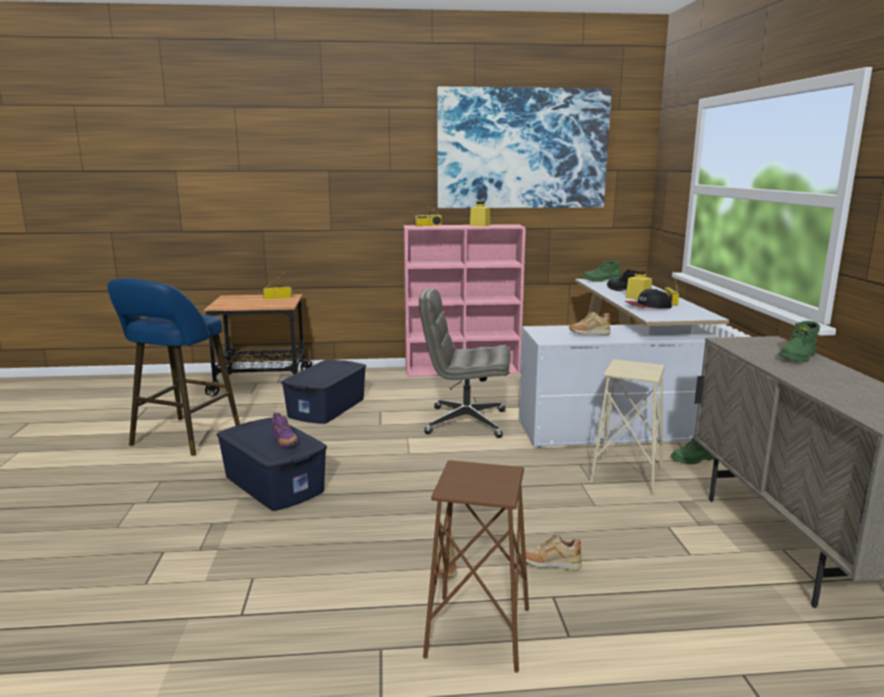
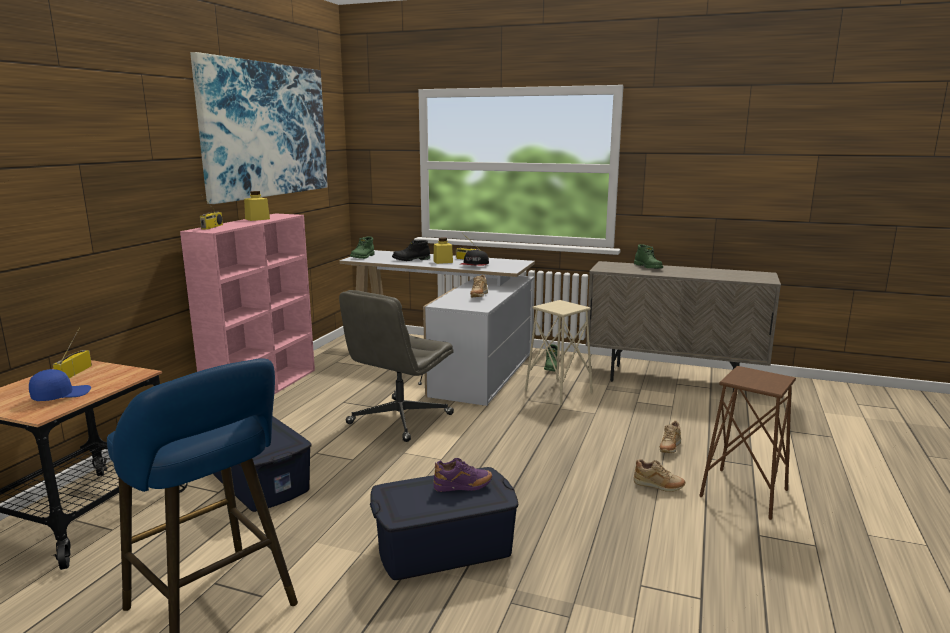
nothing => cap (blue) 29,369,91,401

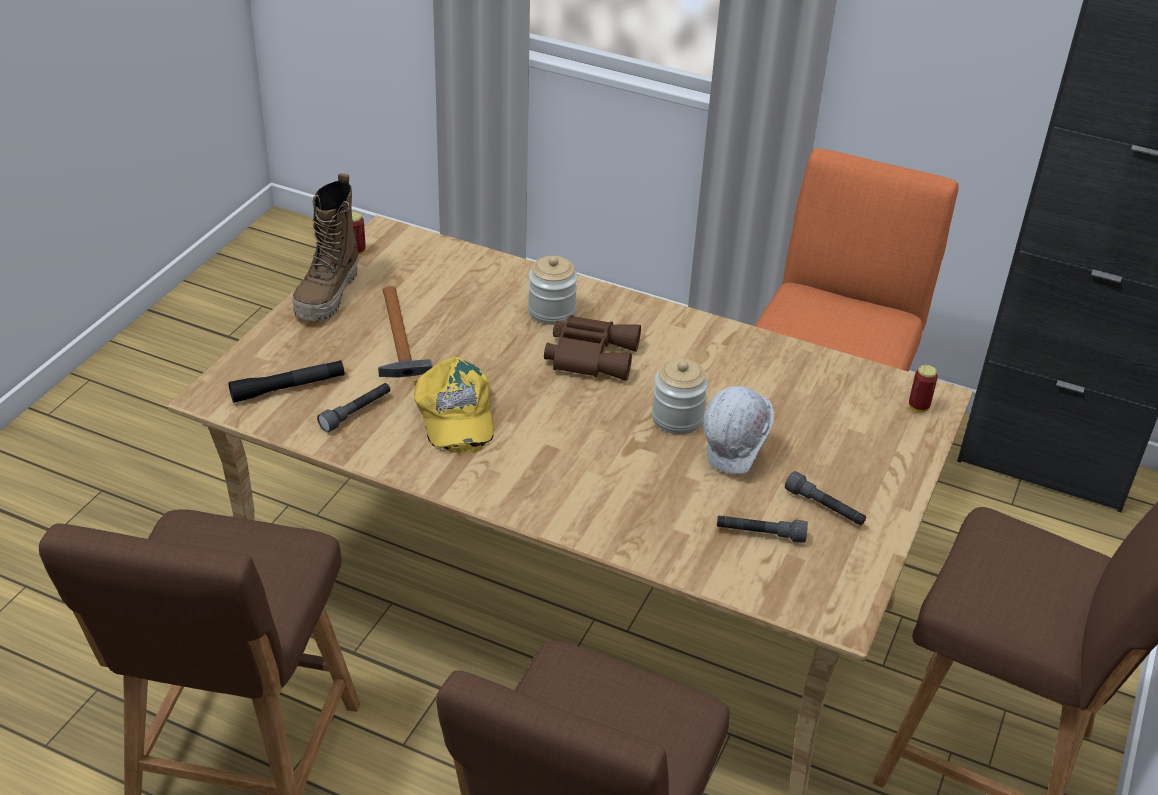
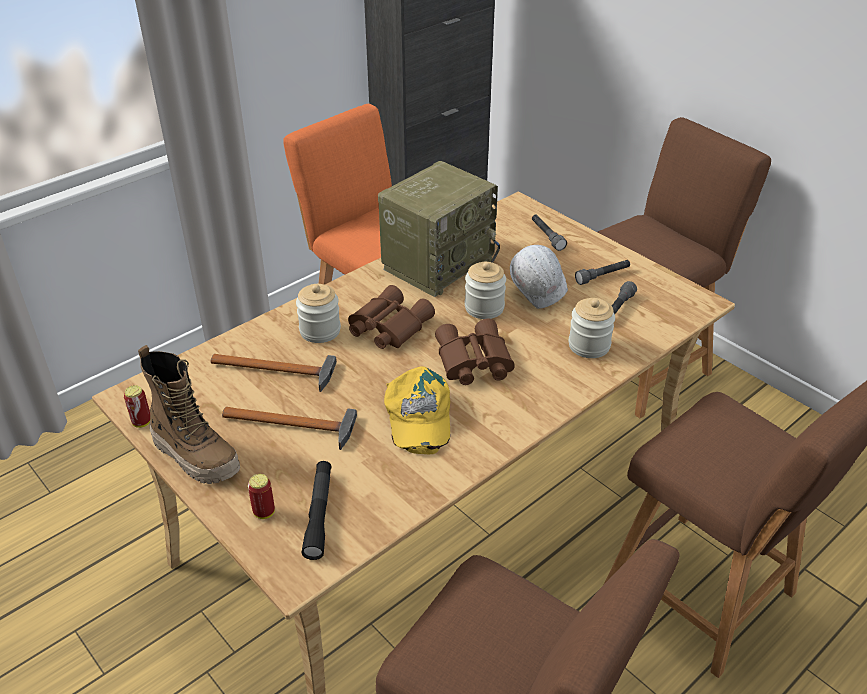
cap (yellow) 413,357,494,453 => cap (yellow) 384,366,450,455, 75 degrees clockwise
can 909,365,938,412 => can 248,474,275,519, moved
flashlight (grey) 317,383,390,432 => flashlight (grey) 532,215,567,251, moved
nothing => radio 378,161,500,297
nothing => jar 568,298,615,358
nothing => binoculars (brown) 435,319,515,385
nothing => hammer 210,354,337,392

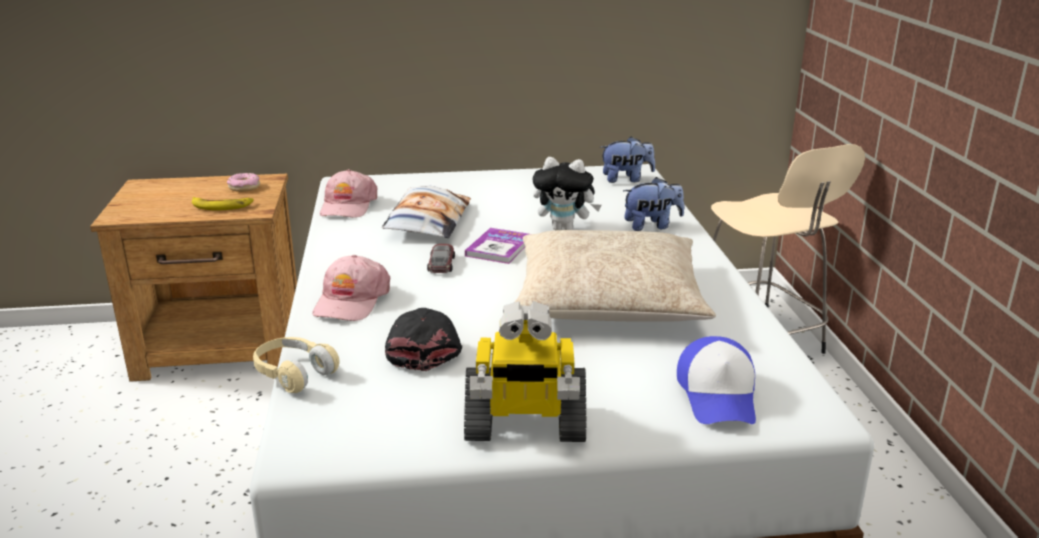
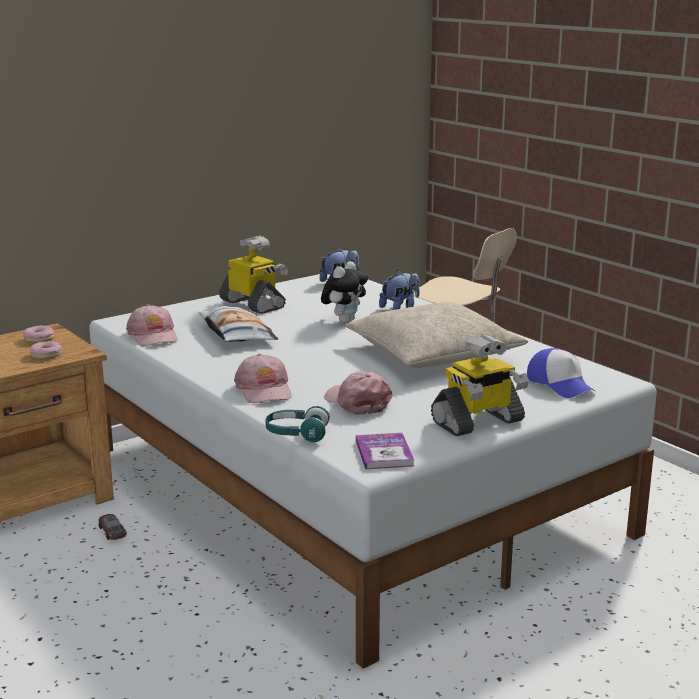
plush toy 533,157,601,230 => plush toy 321,261,368,323, 45 degrees counterclockwise
banana 192,197,254,210 => donut 30,341,62,359
book 465,228,528,264 => book 356,433,414,469, moved
toy car 427,244,455,273 => toy car 99,514,127,540, moved
cap (black) 385,308,462,371 => cap (pink) 324,371,392,415
headphones (beige) 253,337,340,393 => headphones (turquoise) 265,406,330,442
nothing => toy robot 219,235,288,314

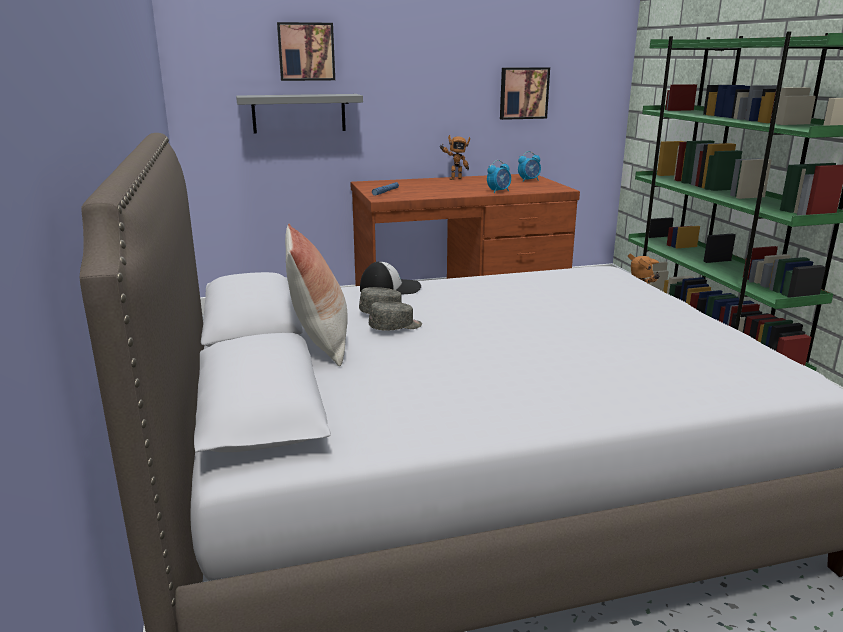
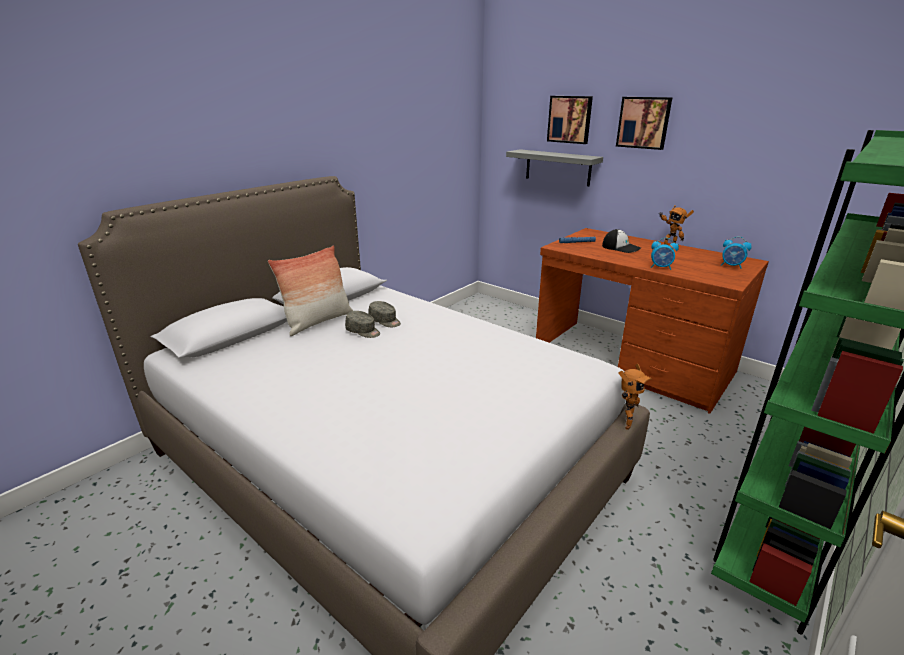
picture 500,67,550,120 => picture 616,97,672,150, moved
cap 360,262,421,294 => cap 602,229,641,253, moved

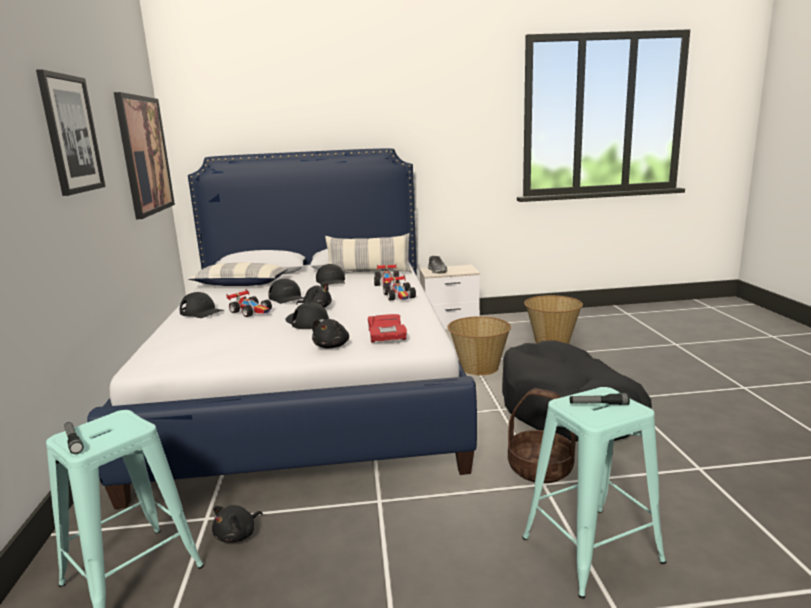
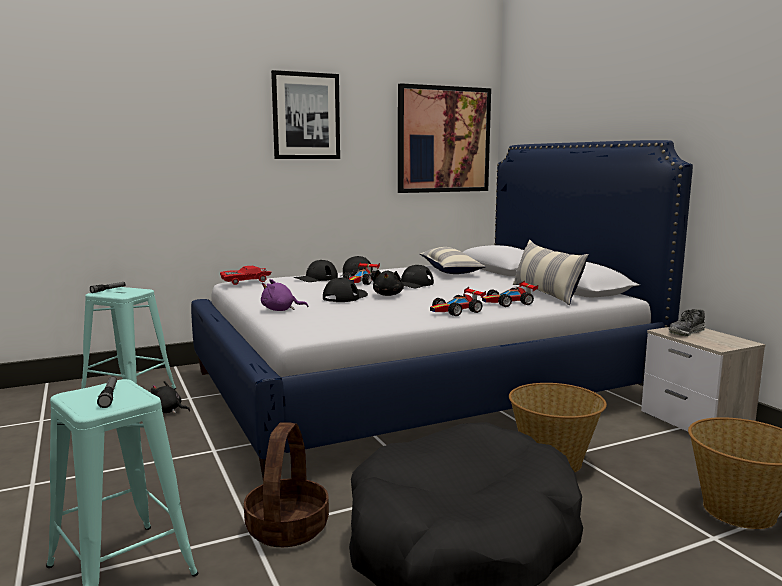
cap (black) 316,264,345,286 => cap (black) 294,260,338,282, moved
toy car (red) 368,314,407,343 => toy car (red) 220,266,272,285, moved
plush toy (black) 312,319,349,348 => plush toy (purple) 261,279,308,311

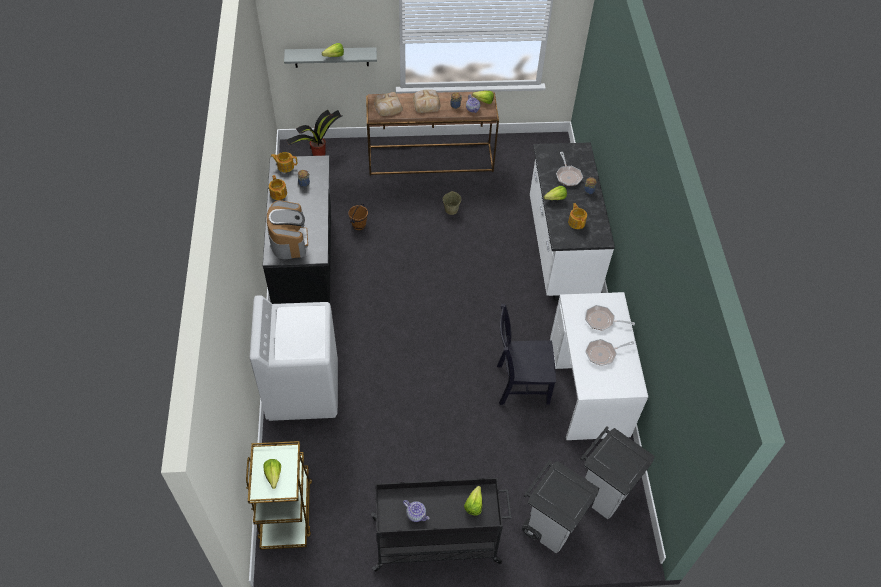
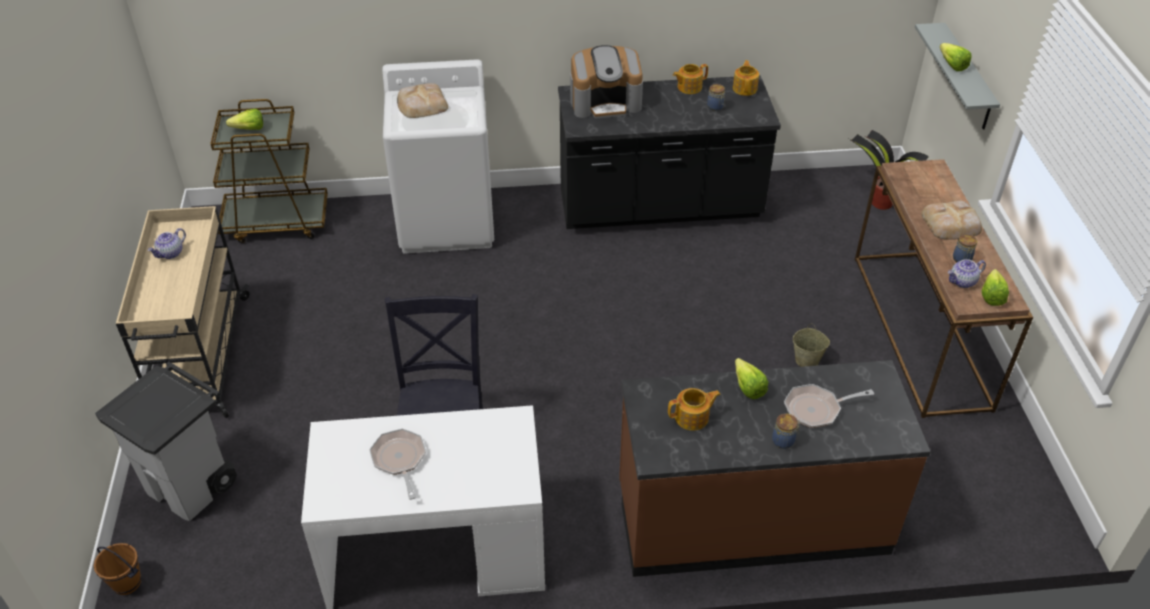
bread 374,92,403,116 => bread 397,83,448,118, moved
counter (white) 530,143,615,301 => counter (brown) 619,360,931,577
bucket (brown) 348,204,368,230 => bucket (brown) 94,543,141,595, moved
frying pan 585,305,635,331 => nothing
trash can (grey) 580,427,655,519 => nothing
cart (black) 371,478,511,572 => cart (beige) 116,206,249,418
lettuce 464,486,482,516 => nothing

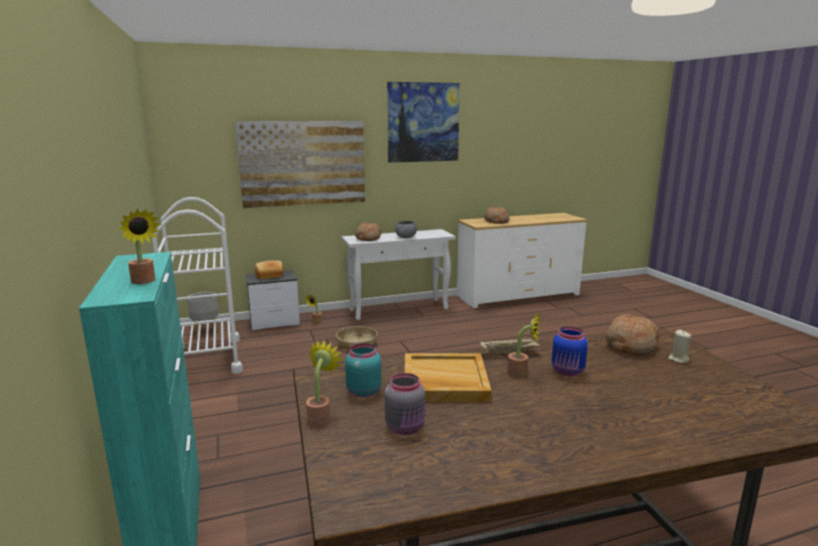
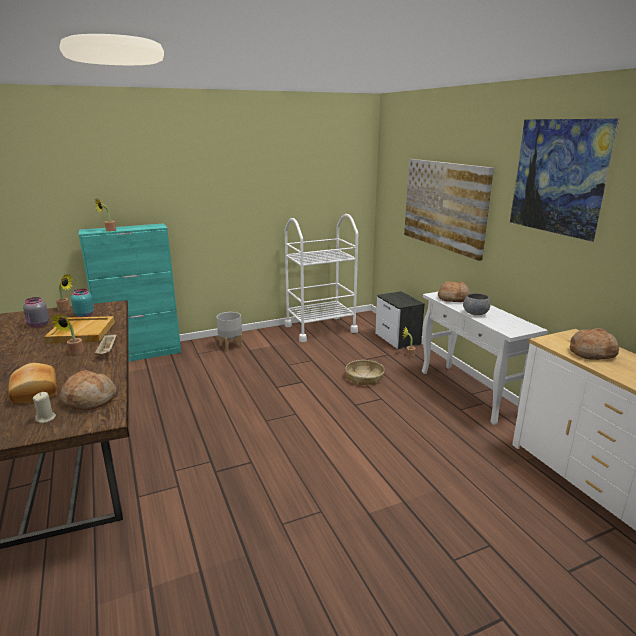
bread 255,260,283,279 => bread 8,363,57,405, moved
planter (grey) 187,292,218,337 => planter (grey) 217,312,243,351, moved
jar (blue) 552,326,588,376 => nothing

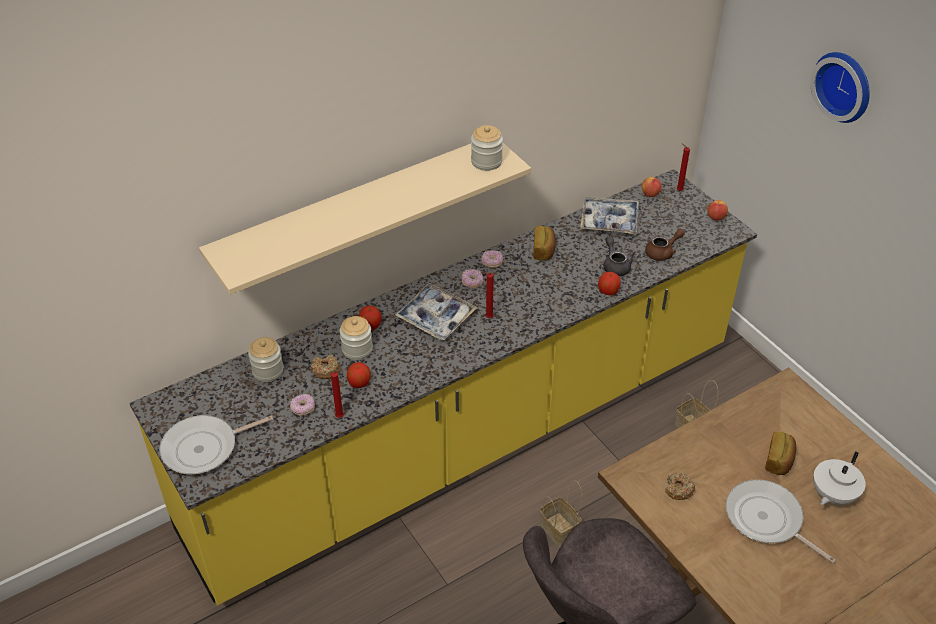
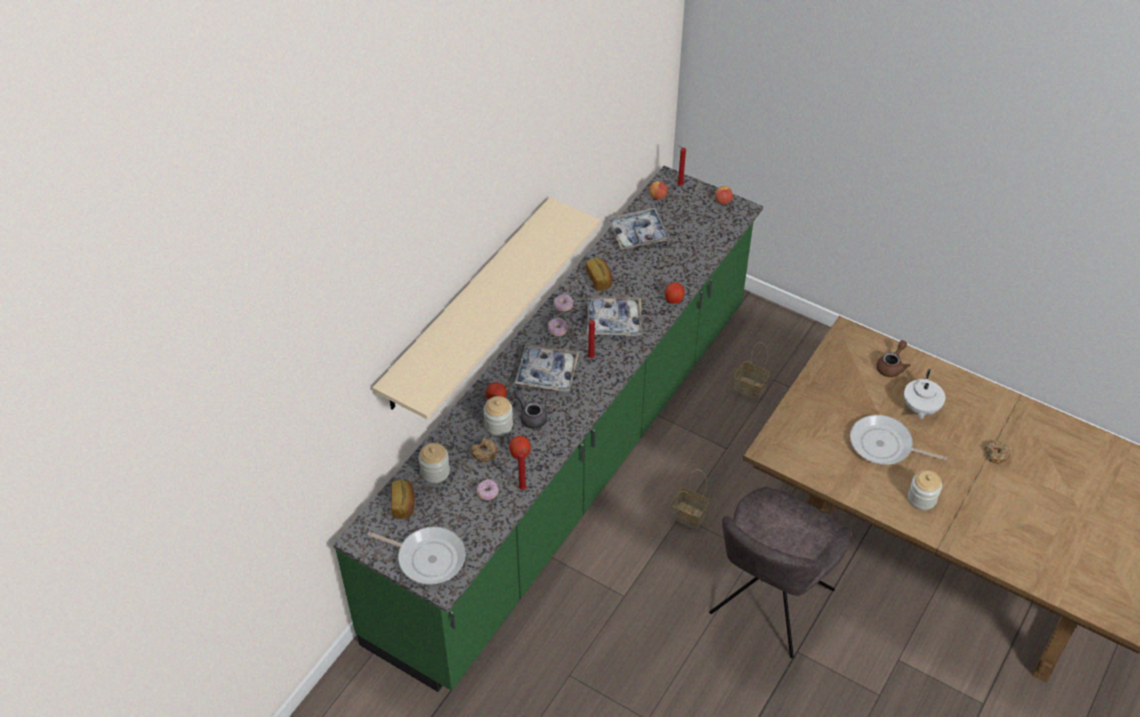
wall clock 810,52,870,123 => nothing
jar 471,125,503,171 => jar 908,470,942,510, moved
counter (yellow) 130,169,757,605 => counter (green) 333,166,763,692
teapot (brown) 645,229,685,261 => teapot (brown) 876,340,910,377, moved
teapot (grey) 603,236,636,276 => teapot (grey) 514,390,548,429, moved
frying pan 160,415,273,474 => frying pan 367,527,466,585, 105 degrees counterclockwise
bread 765,432,796,475 => bread 391,480,415,519, moved
donut 665,473,695,500 => donut 984,441,1011,464, moved
nothing => tray 587,296,642,336

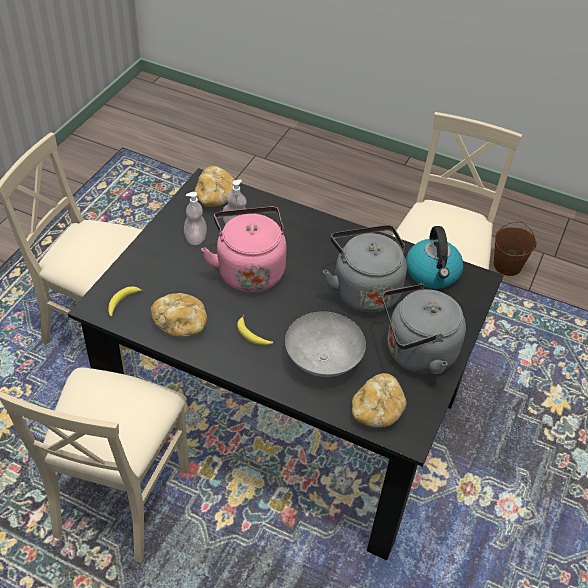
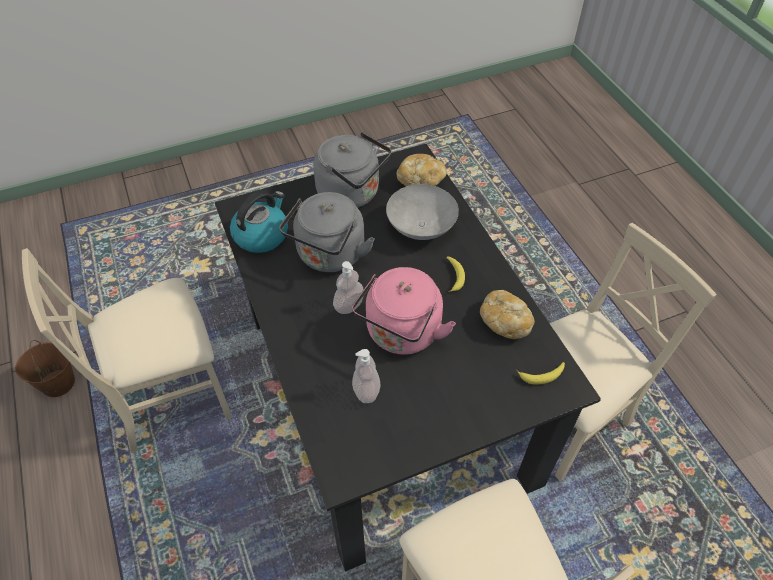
bread 194,166,235,207 => nothing
soap dispenser 184,192,207,245 => soap dispenser 333,261,364,314, moved

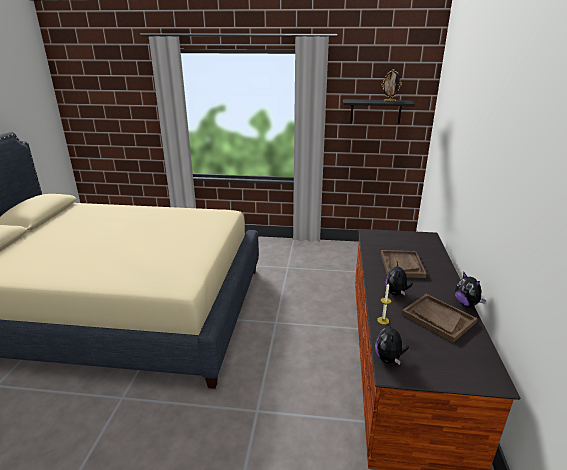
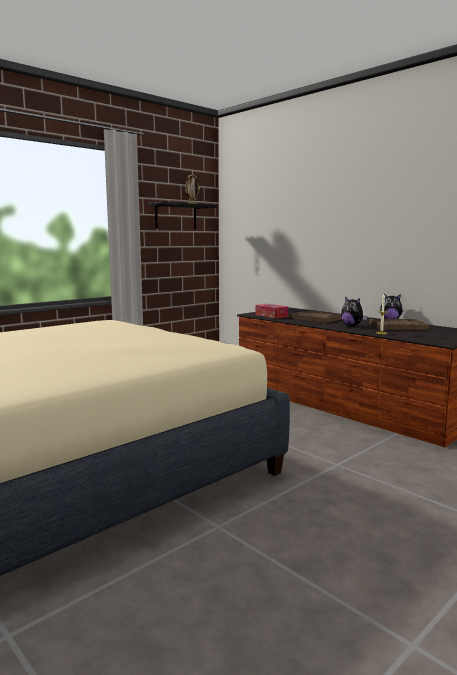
plush toy 375,320,409,365 => nothing
nothing => tissue box 255,304,288,319

